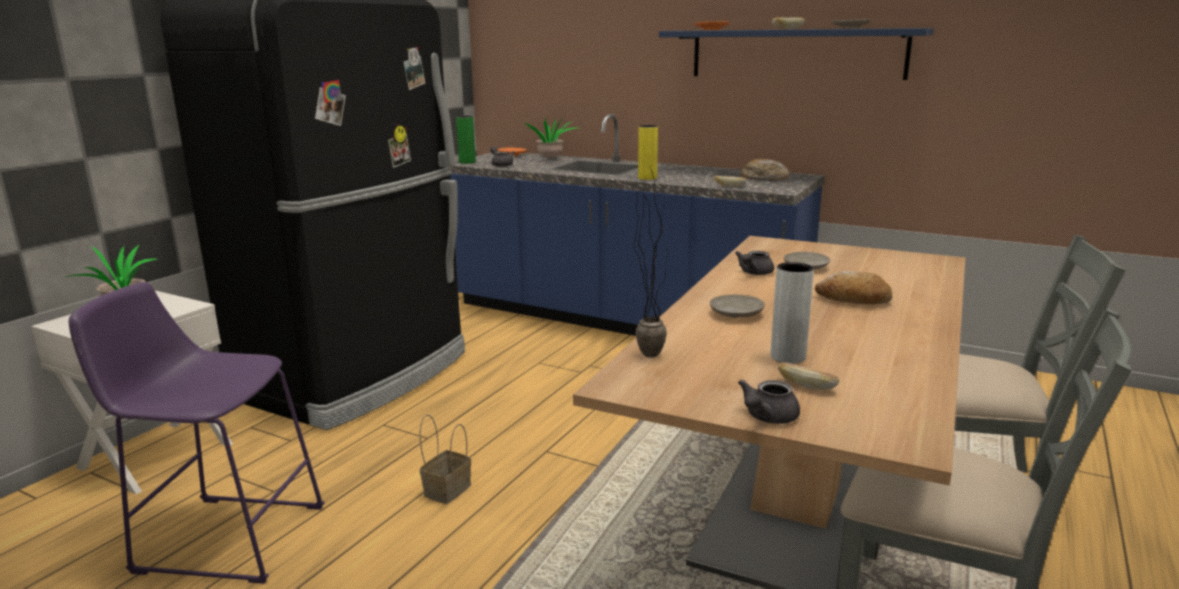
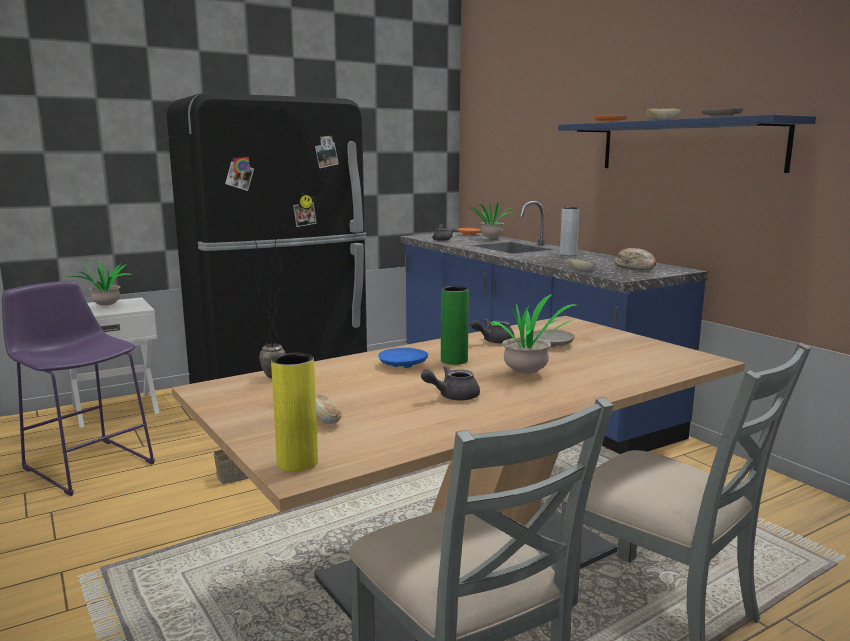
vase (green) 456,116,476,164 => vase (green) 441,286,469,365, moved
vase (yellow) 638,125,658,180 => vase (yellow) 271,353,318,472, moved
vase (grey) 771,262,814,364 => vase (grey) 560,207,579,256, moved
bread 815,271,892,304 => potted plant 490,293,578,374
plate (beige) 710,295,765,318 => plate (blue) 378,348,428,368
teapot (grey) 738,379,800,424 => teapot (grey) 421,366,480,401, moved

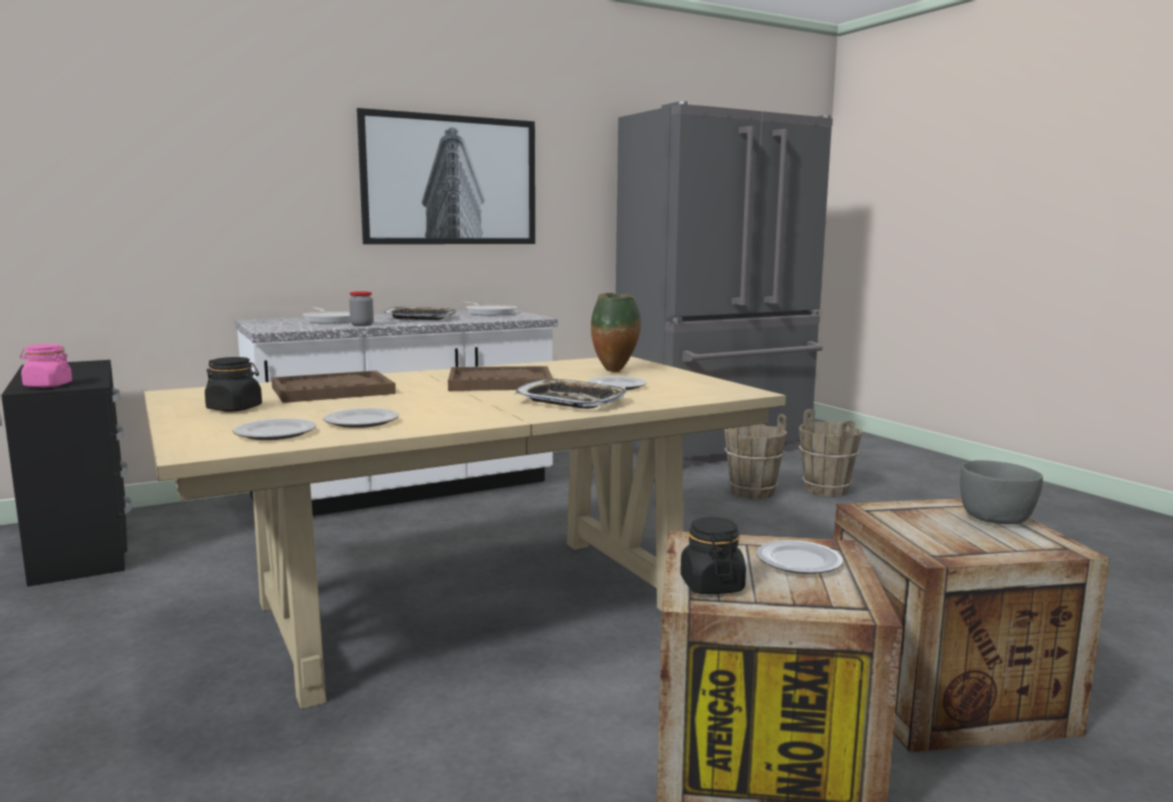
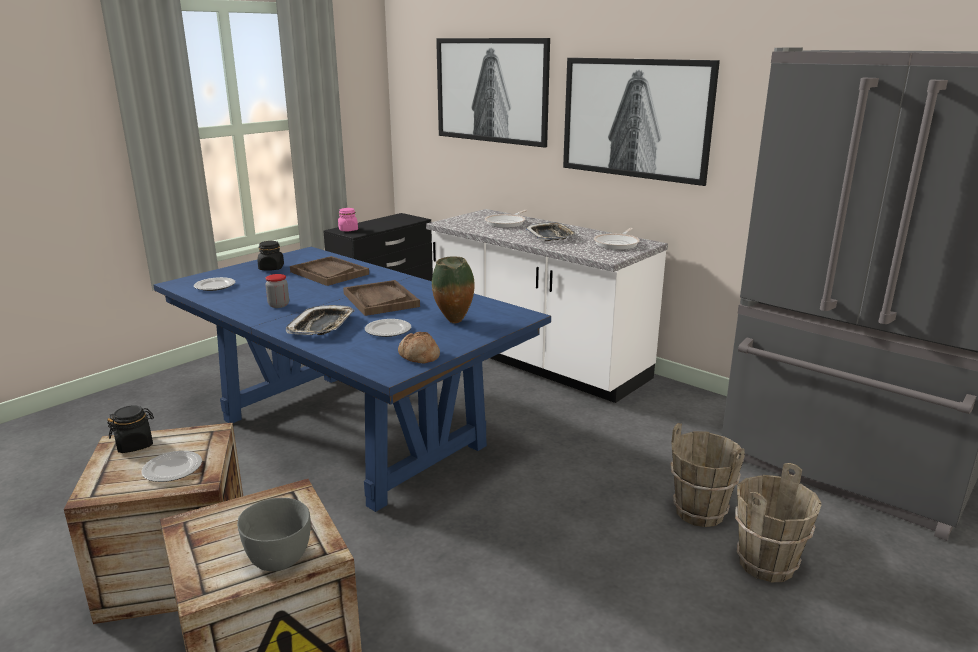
jar 349,291,374,326 => jar 265,274,289,308, moved
dining table (beige) 144,356,786,709 => dining table (blue) 154,247,551,512
plate 323,408,399,428 => nothing
nothing => picture 436,38,550,148
nothing => bread 398,332,440,363

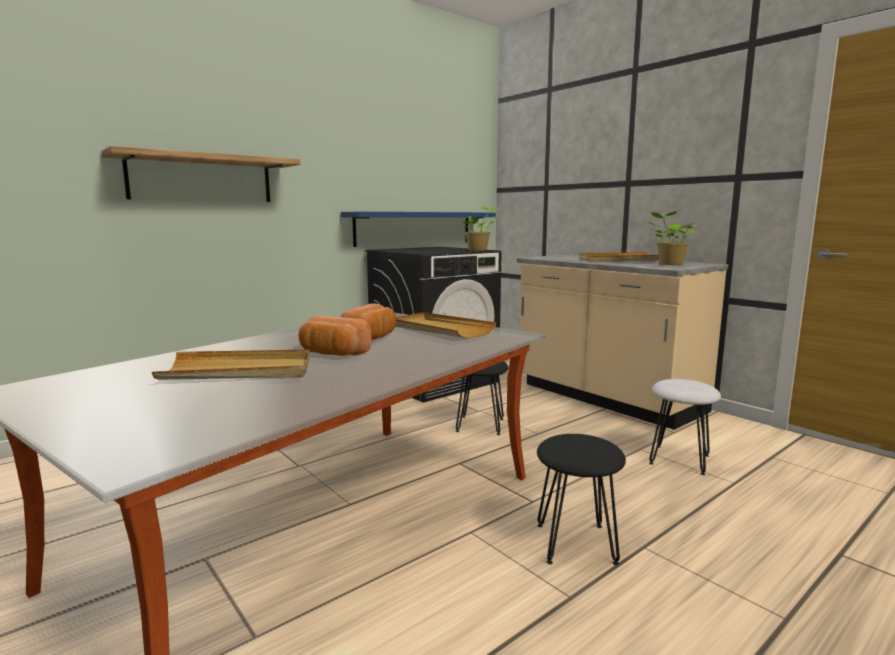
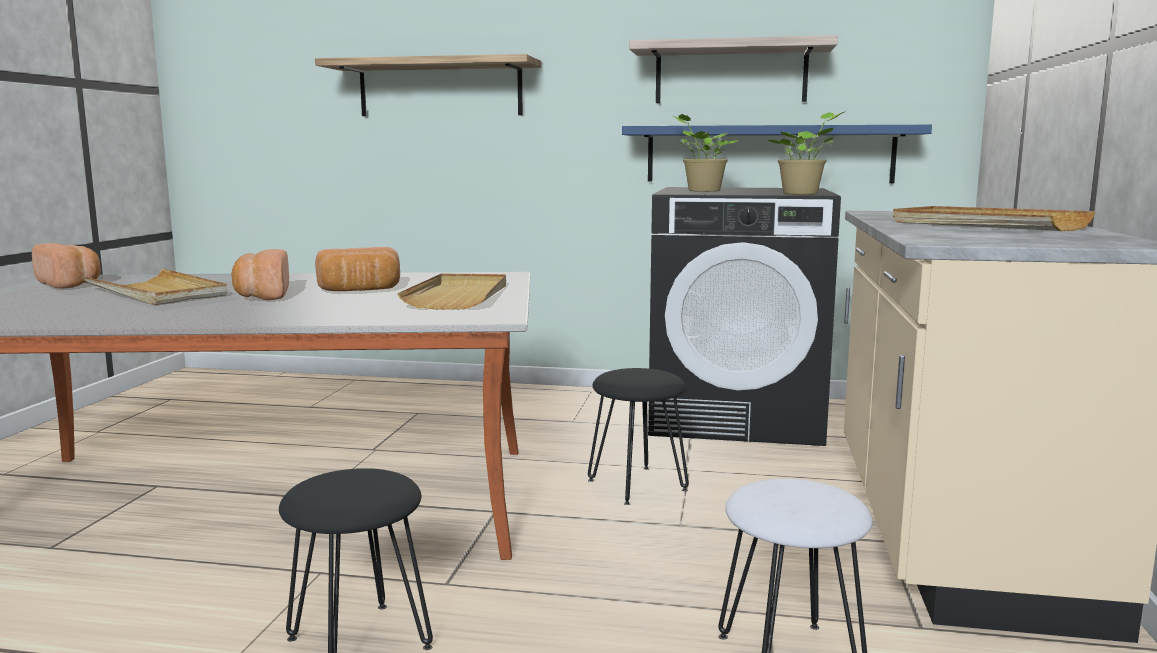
potted plant 648,211,697,265 => potted plant 673,114,738,192, moved
nothing => shelf 629,35,838,103
nothing => bread 32,243,101,288

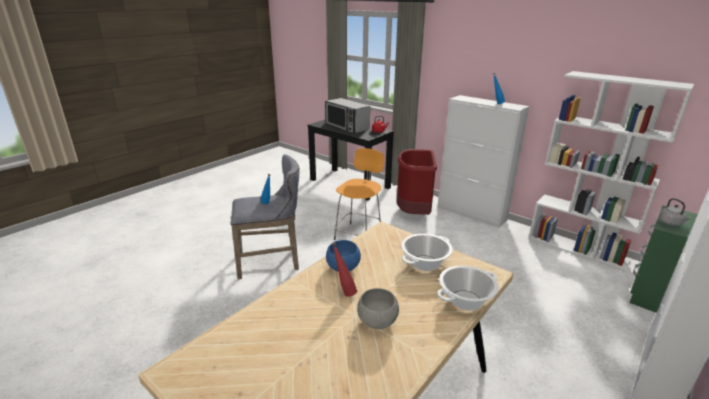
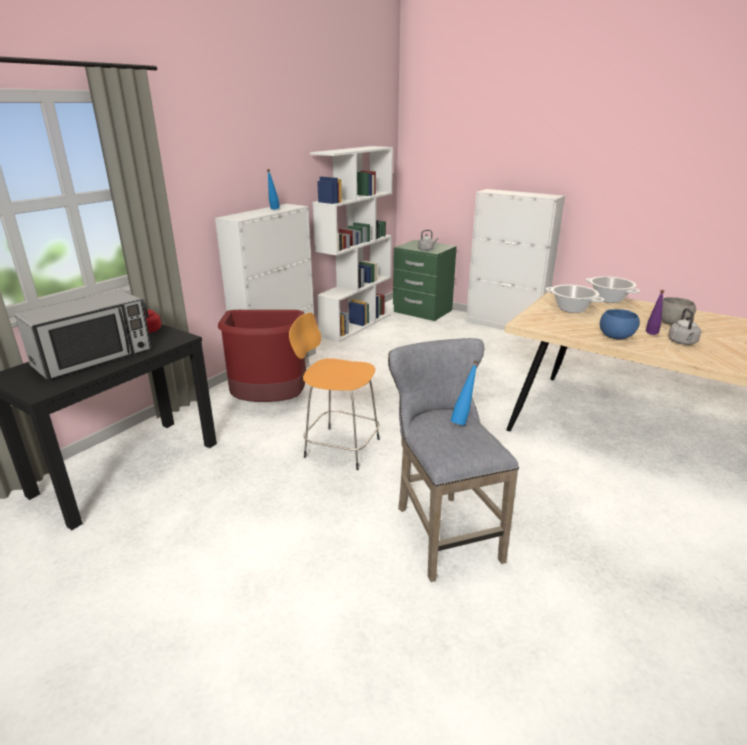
bottle (red) 332,243,357,297 => bottle (purple) 646,290,664,335
nothing => kettle (grey) 668,308,701,345

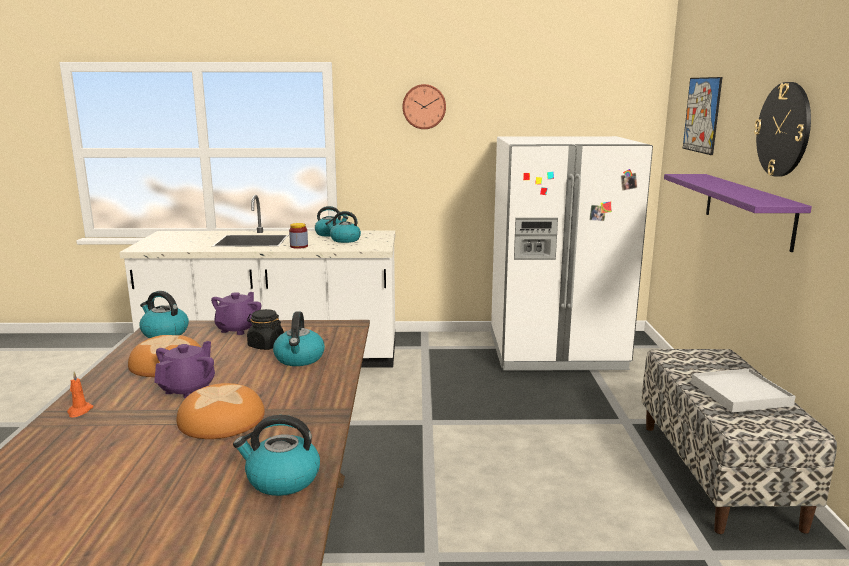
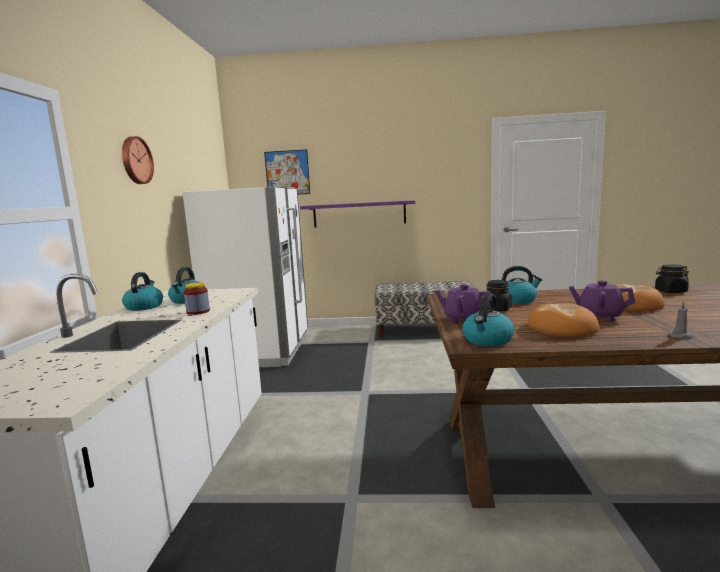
wall clock 754,82,811,177 => nothing
tray (white) 691,368,796,413 => nothing
candle (orange) 67,372,93,417 => candle (grey) 668,301,694,339
kettle 233,415,320,496 => jar (black) 655,264,689,293

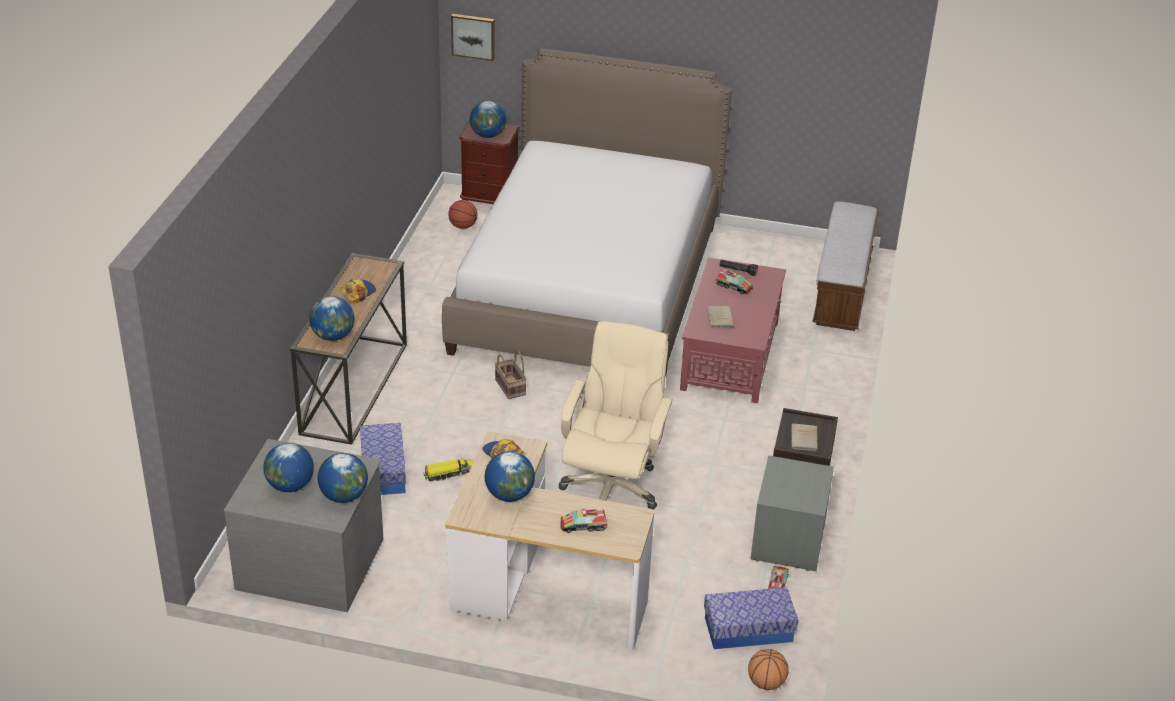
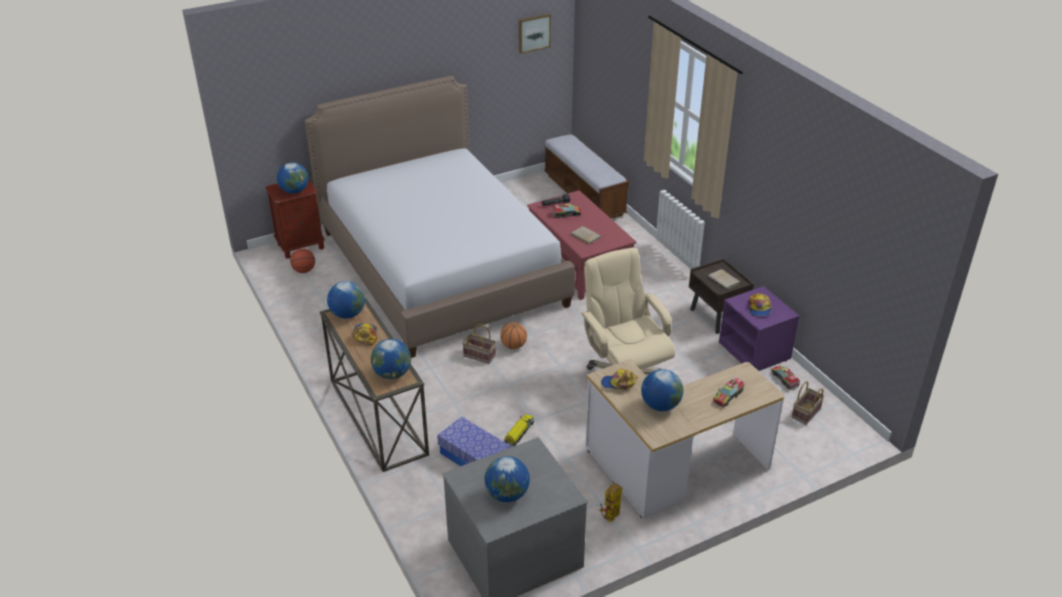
picture 451,14,495,61 => picture 519,14,551,53, moved
globe 318,453,368,503 => globe 327,281,365,319, moved
nightstand (grey) 750,455,834,571 => nightstand (purple) 719,286,799,371
storage box 704,587,799,649 => basket 791,381,824,425
basketball 748,649,789,690 => basketball 500,322,527,349, moved
nothing => cap 749,293,771,316
nothing => toy robot 600,483,622,522

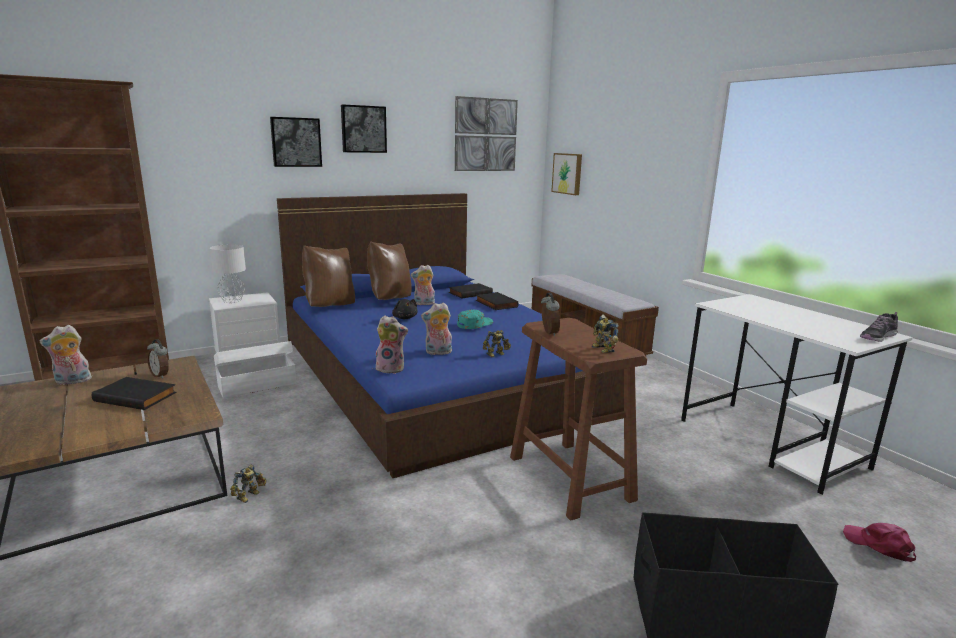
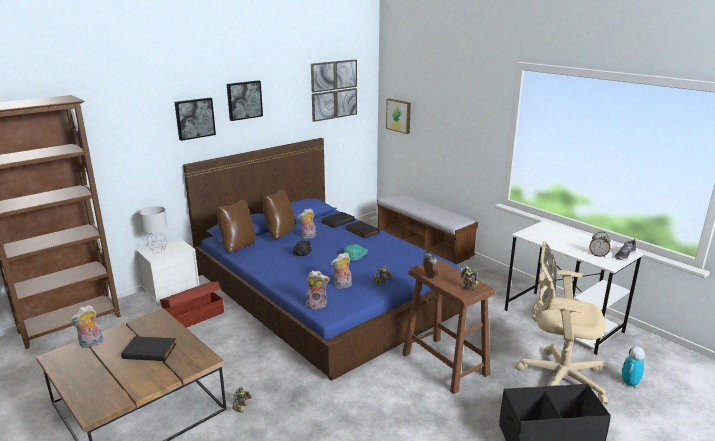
alarm clock 147,339,169,379 => alarm clock 589,232,611,257, moved
storage box (white) 214,341,296,398 => storage box (brown) 160,281,224,328
cap (pink) 843,523,916,562 => toy robot 622,346,645,388
nothing => office chair (beige) 516,241,608,404

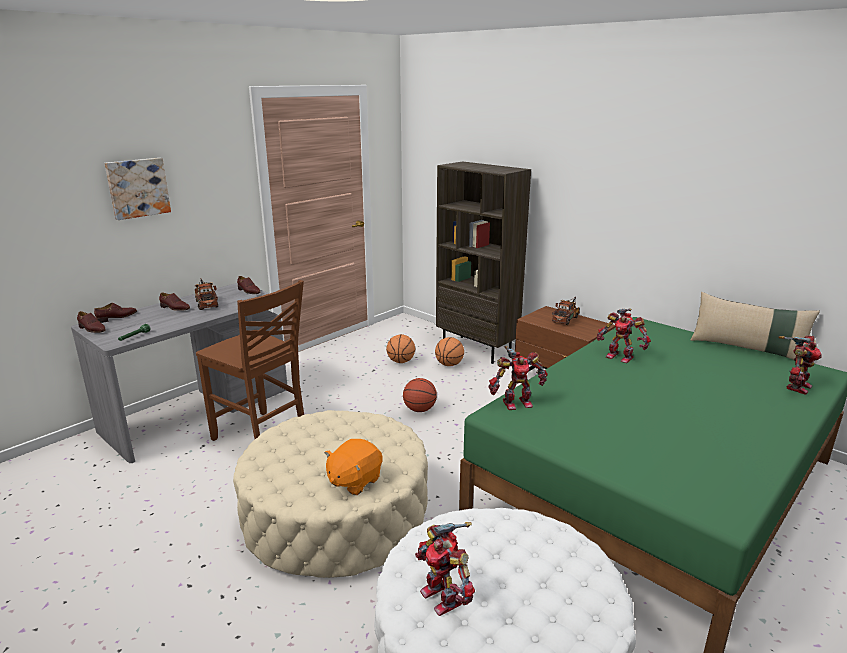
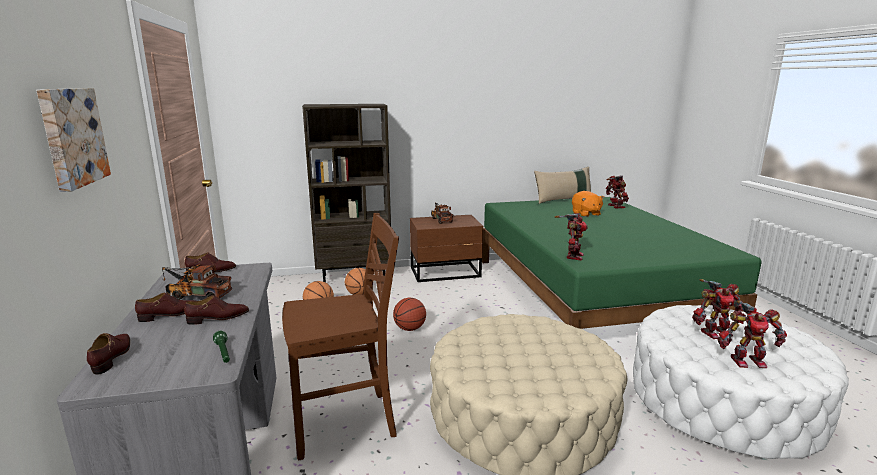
toy robot 597,308,651,363 => toy robot 692,279,743,339, moved
shoe (brown) 77,311,106,333 => shoe (brown) 184,296,249,325, moved
plush toy (orange) 324,439,383,495 => plush toy (orange) 572,191,604,217, moved

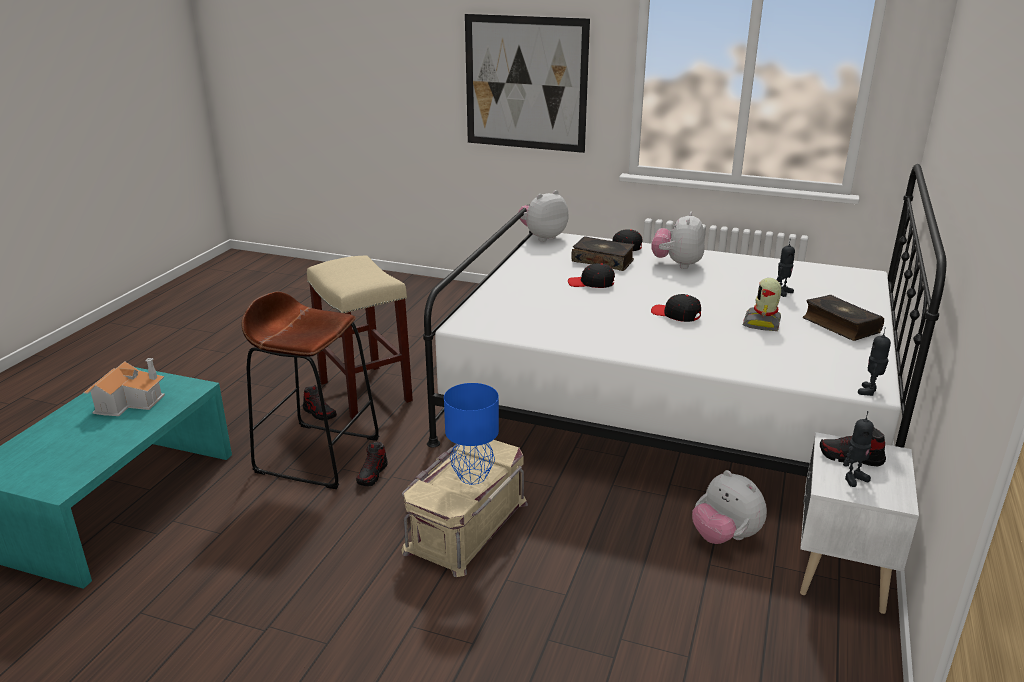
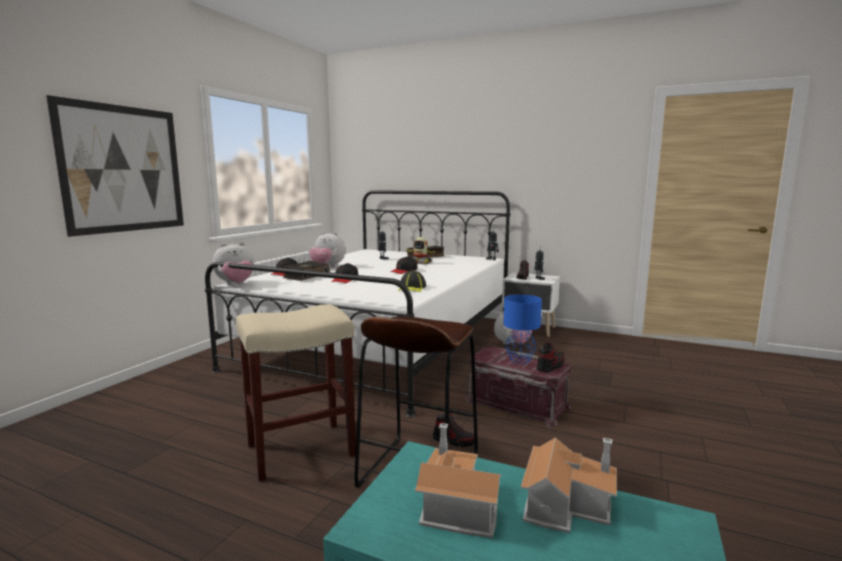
plush toy 519,190,568,242 => plush toy 213,242,254,285, 90 degrees counterclockwise
shoe 303,385,337,420 => shoe 537,343,565,373, moved
storage box (beige) 401,440,528,577 => storage box (red) 466,347,571,427
nothing => cap 398,270,426,292
nothing => toy house 521,438,617,533

